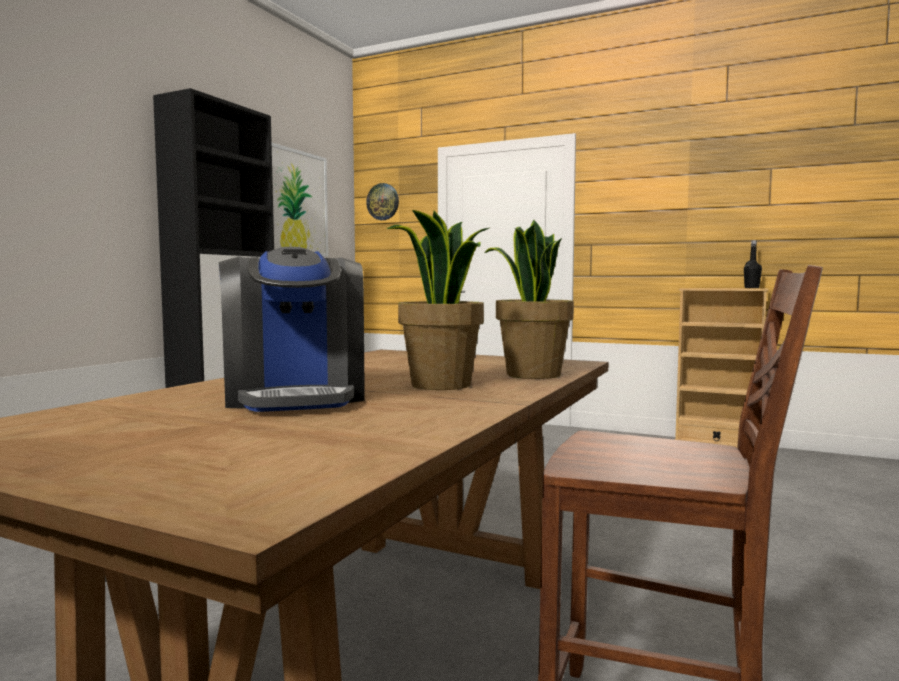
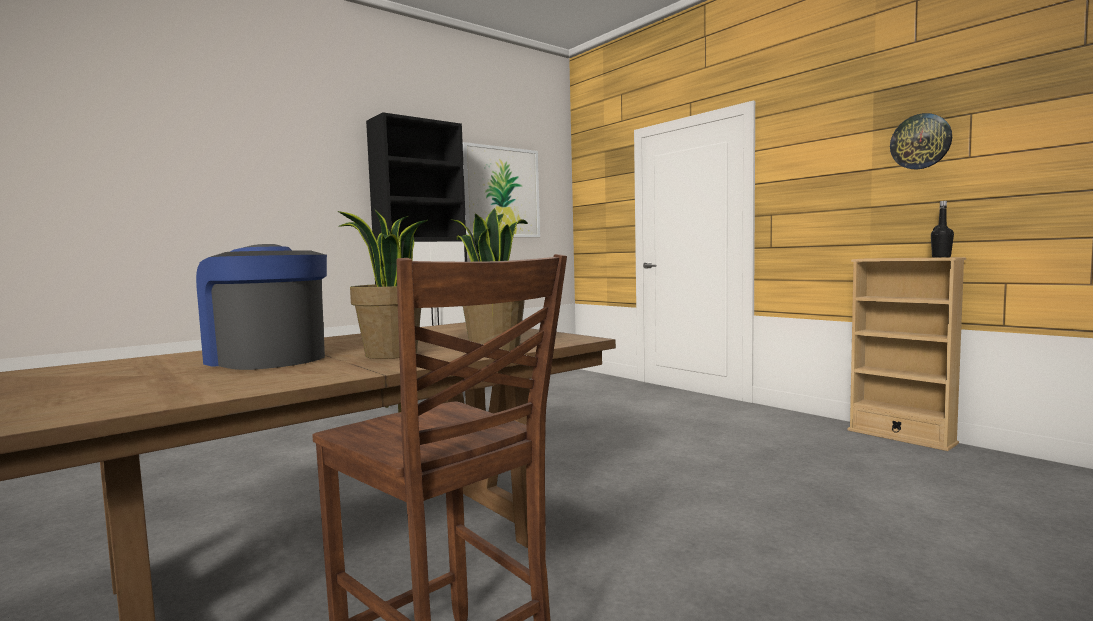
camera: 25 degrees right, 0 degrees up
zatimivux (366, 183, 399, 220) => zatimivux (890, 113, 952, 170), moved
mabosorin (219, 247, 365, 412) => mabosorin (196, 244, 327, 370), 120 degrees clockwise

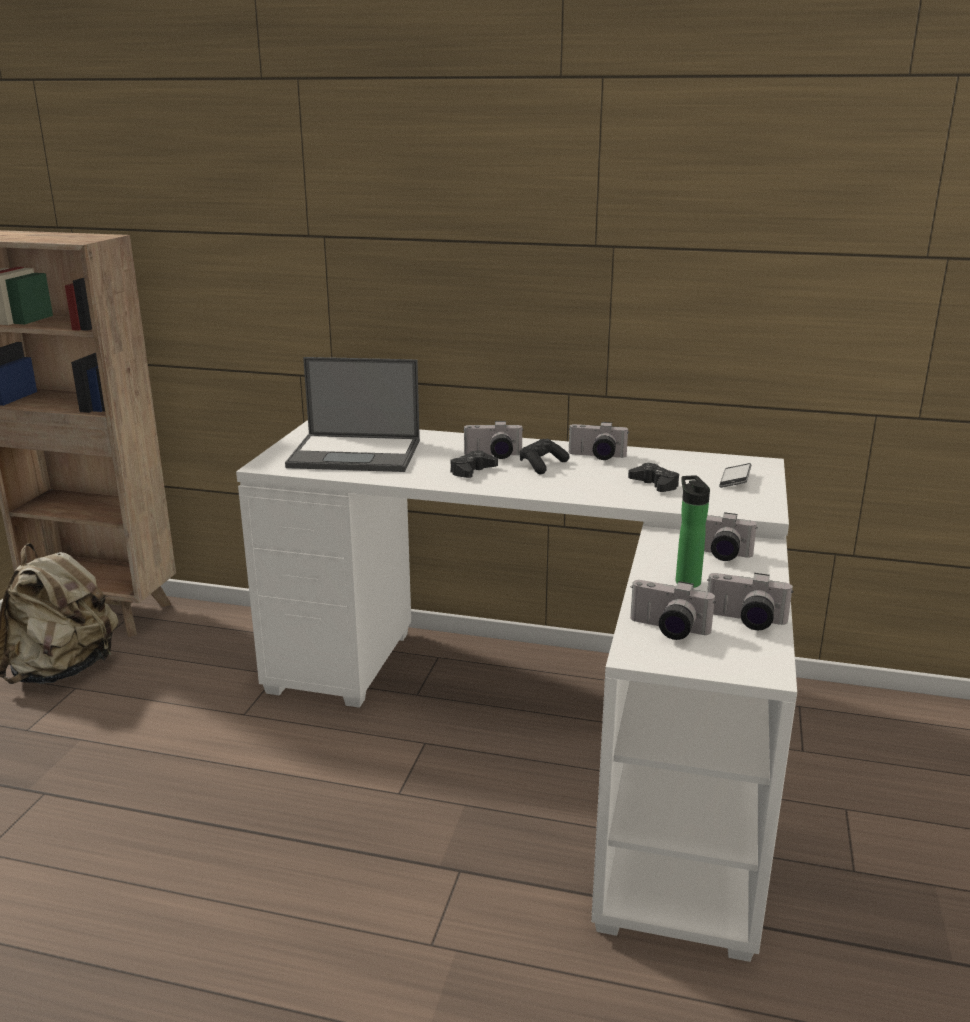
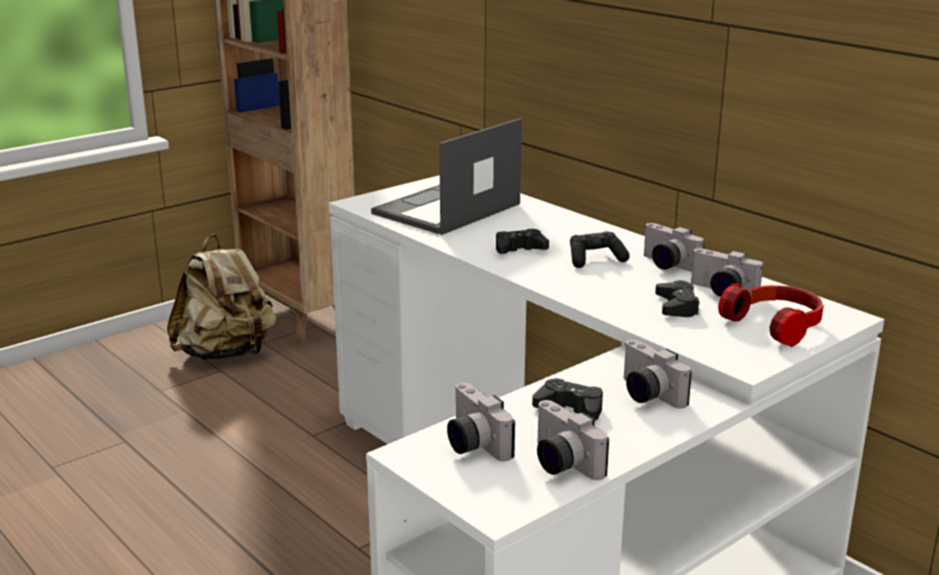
camera: 35 degrees right, 0 degrees up
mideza (285, 357, 420, 472) => mideza (371, 118, 522, 235), 90 degrees clockwise
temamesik (464, 421, 524, 459) => temamesik (691, 248, 763, 297), moved
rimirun (719, 463, 751, 488) => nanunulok (718, 284, 824, 347)
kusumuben (676, 475, 710, 588) => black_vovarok (532, 378, 603, 420)

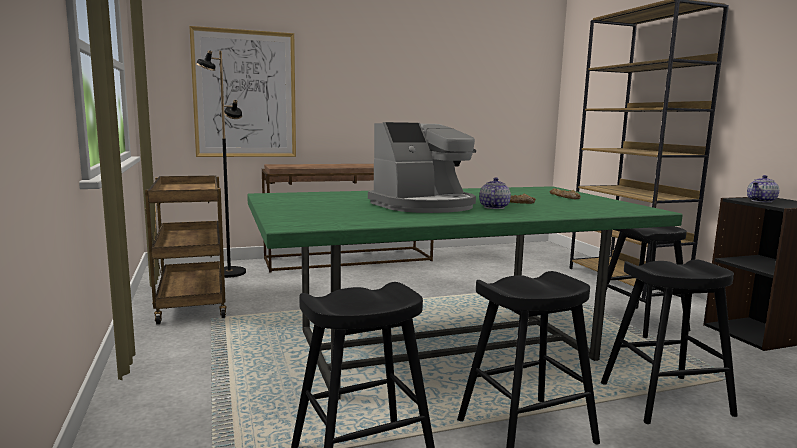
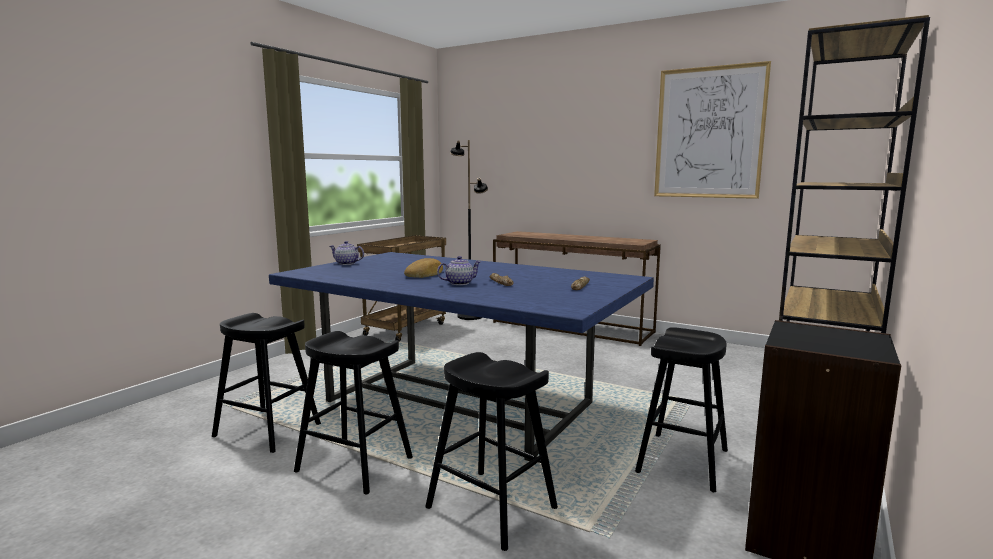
camera: 50 degrees right, 0 degrees up
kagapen (189, 26, 296, 157) => kagapen (654, 61, 771, 199), moved
mabosorin (368, 122, 476, 213) => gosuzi (404, 258, 443, 278)
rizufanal (747, 175, 779, 203) => rizufanal (329, 241, 364, 265), moved
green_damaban (247, 186, 683, 400) => blue_damaban (269, 252, 654, 461)

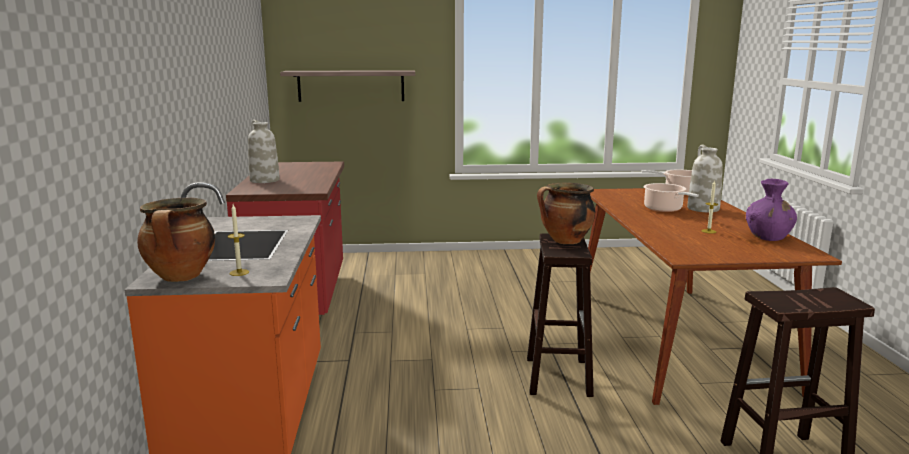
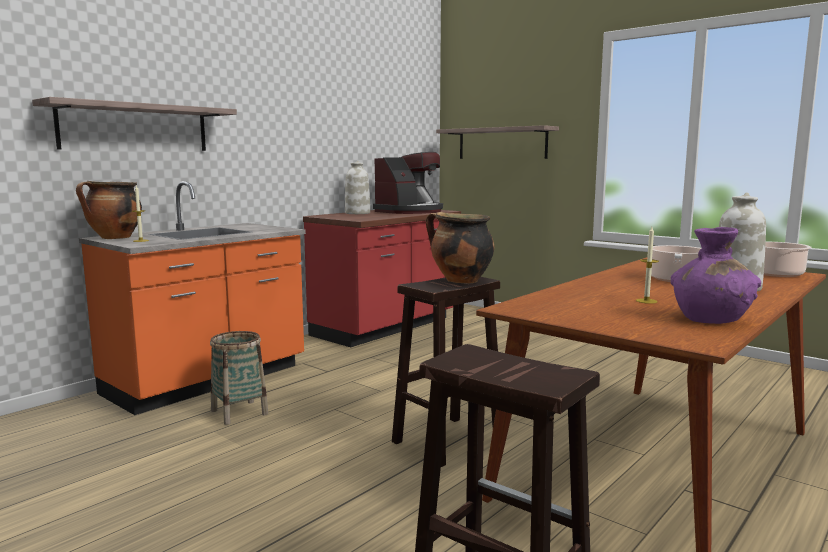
camera: 45 degrees right, 5 degrees down
nothing => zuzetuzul (32, 97, 237, 151)
nothing => mabosorin (373, 152, 443, 214)
nothing => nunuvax (210, 331, 268, 425)

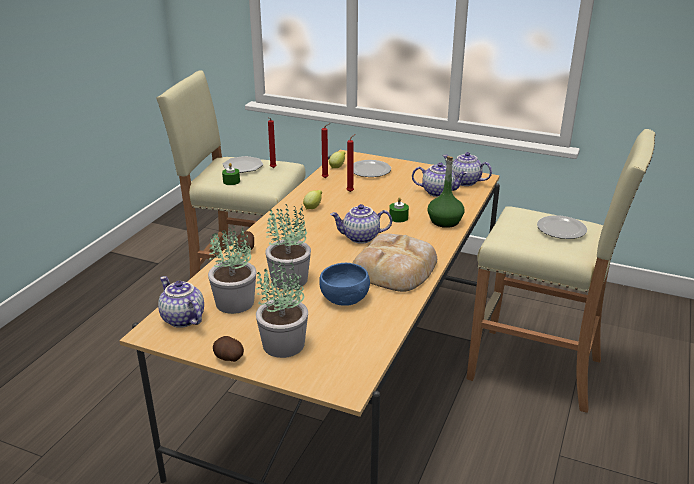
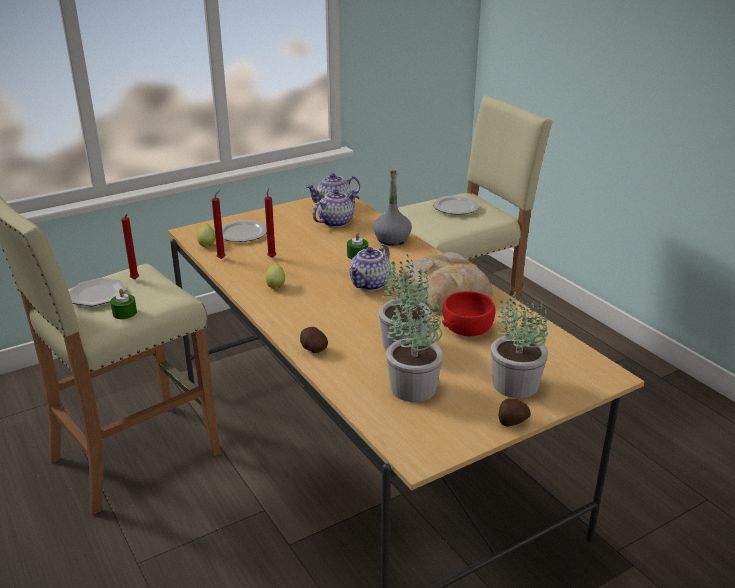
camera: 55 degrees left, 0 degrees up
green_kusumuben (428, 156, 464, 228) => grey_kusumuben (373, 170, 412, 246)
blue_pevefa (319, 263, 370, 306) => red_pevefa (442, 291, 496, 336)
rizufanal (158, 276, 204, 328) => nothing

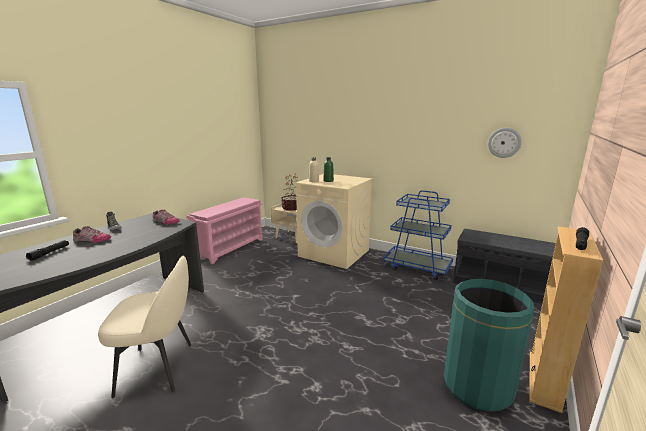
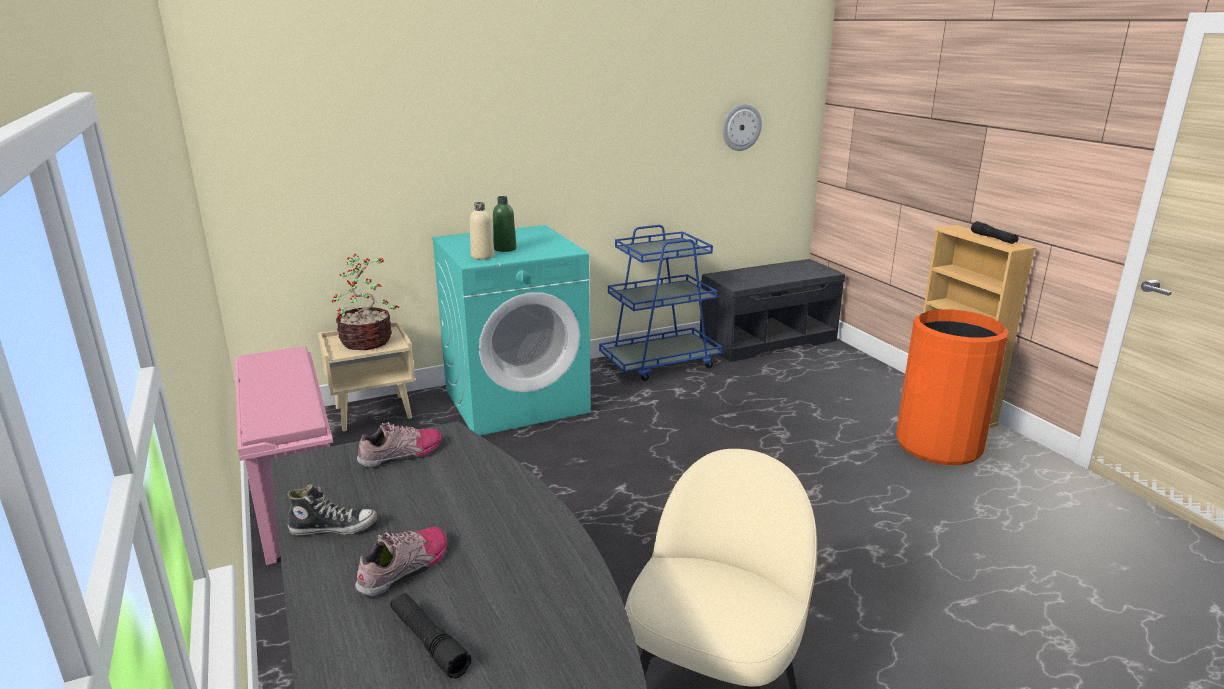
camera: 55 degrees left, 5 degrees up
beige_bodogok (296, 174, 372, 269) => turquoise_bodogok (432, 225, 591, 435)
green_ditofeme (444, 279, 535, 412) => orange_ditofeme (896, 309, 1009, 465)

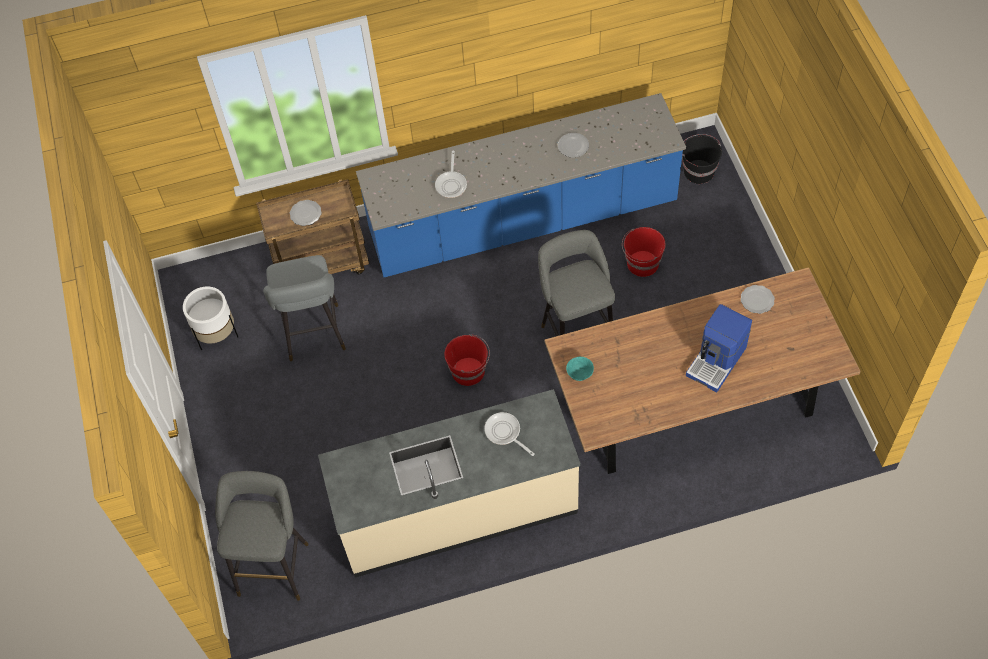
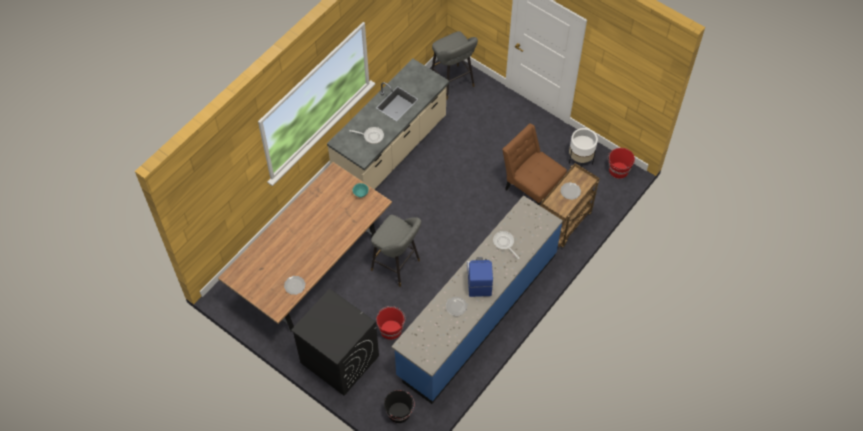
camera: 140 degrees right, 0 degrees up
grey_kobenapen (263, 255, 346, 361) => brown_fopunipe (502, 123, 567, 206)
mabosorin (686, 304, 752, 392) => mabosorin (467, 257, 493, 297), moved
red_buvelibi (444, 334, 490, 386) => red_buvelibi (608, 148, 635, 179), moved
nothing => black_bodogok (291, 289, 379, 396)

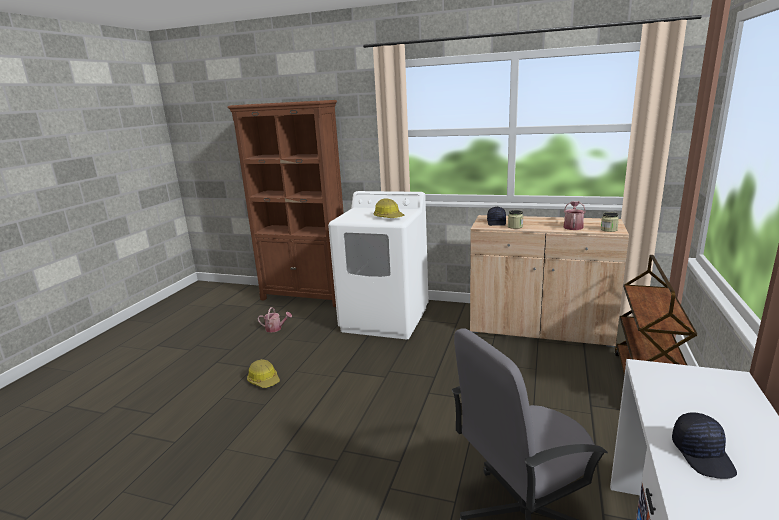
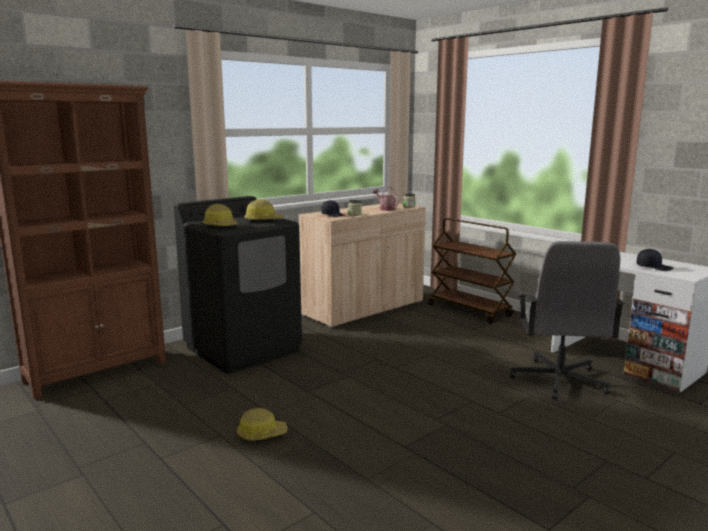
camera: 60 degrees left, 5 degrees down
white_bodogok (328, 191, 429, 339) => black_bodogok (174, 196, 302, 374)
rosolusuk (258, 307, 292, 333) => nothing
nothing => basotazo (203, 204, 238, 226)

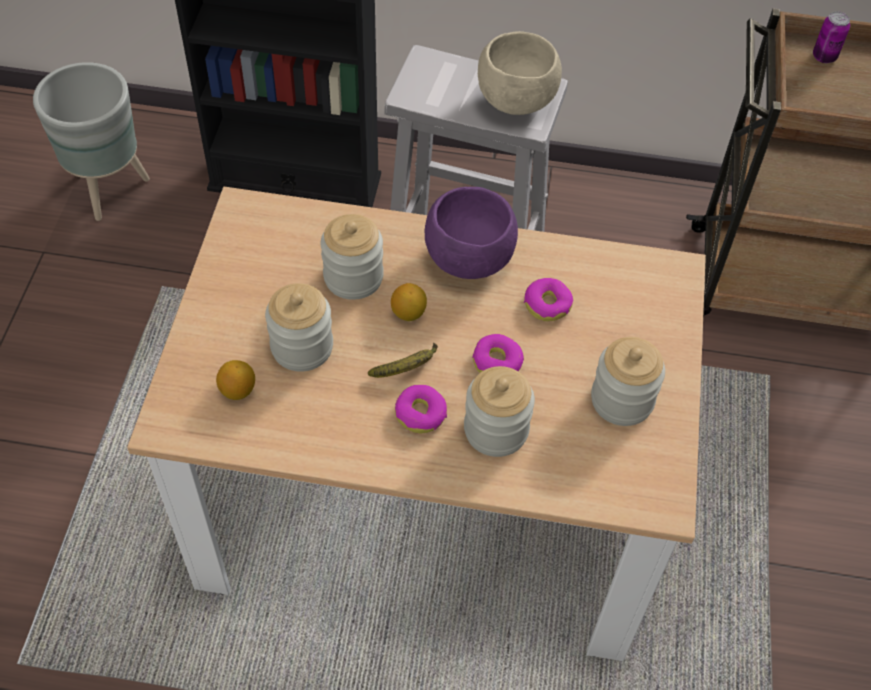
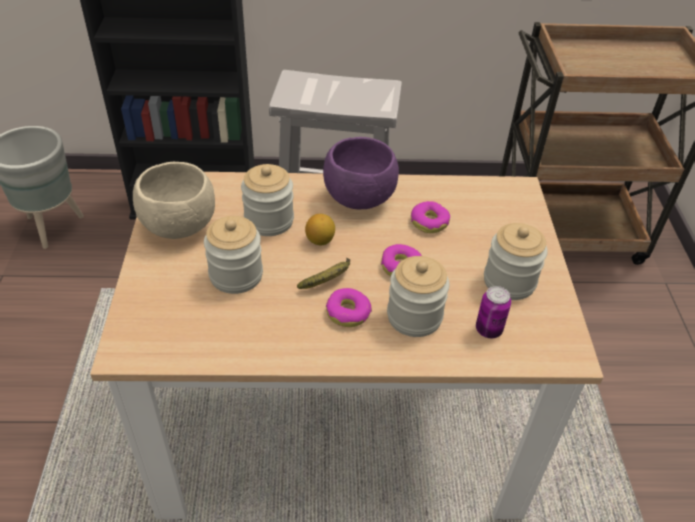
camera: 10 degrees left, 10 degrees down
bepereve (813, 11, 850, 63) => bepereve (476, 286, 511, 338), moved
beige_pevefa (478, 31, 562, 115) => beige_pevefa (133, 162, 215, 239), moved
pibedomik (216, 360, 255, 400) => nothing

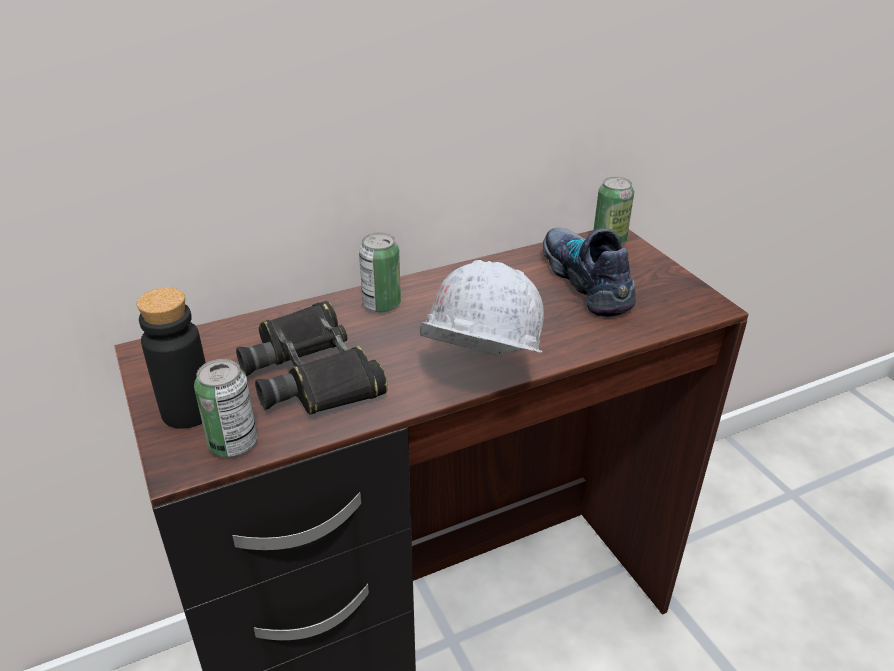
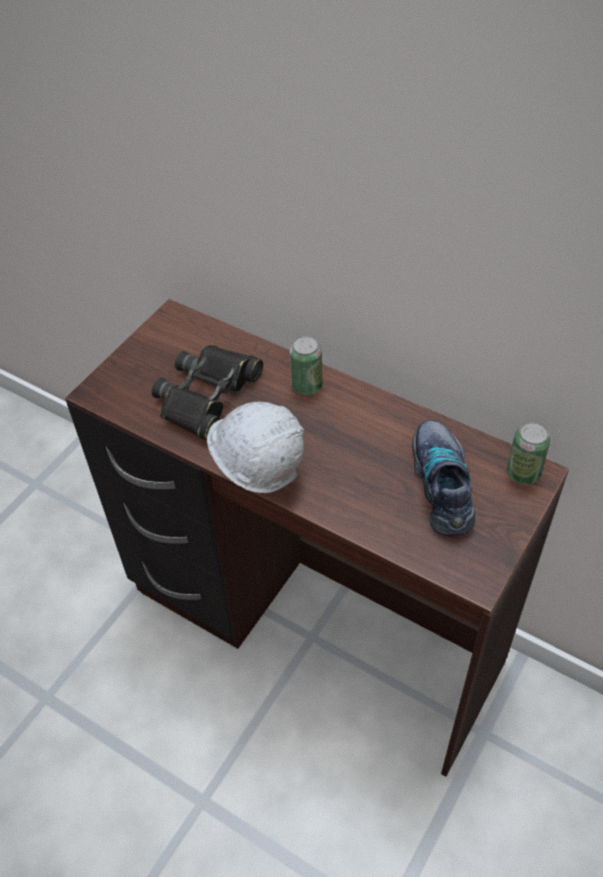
camera: 60 degrees right, 15 degrees up
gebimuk (543, 228, 636, 317) => gebimuk (412, 420, 475, 536), 45 degrees counterclockwise
black_kusumuben (137, 287, 206, 429) => nothing
bepereve (194, 359, 257, 457) => nothing

